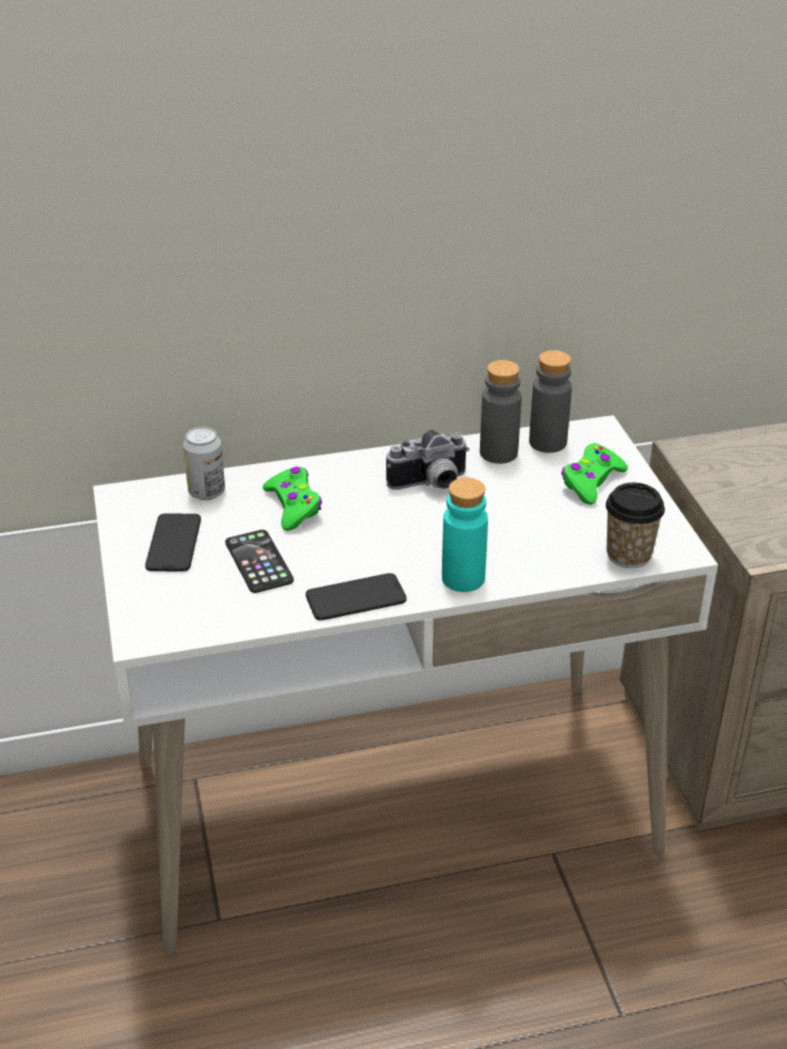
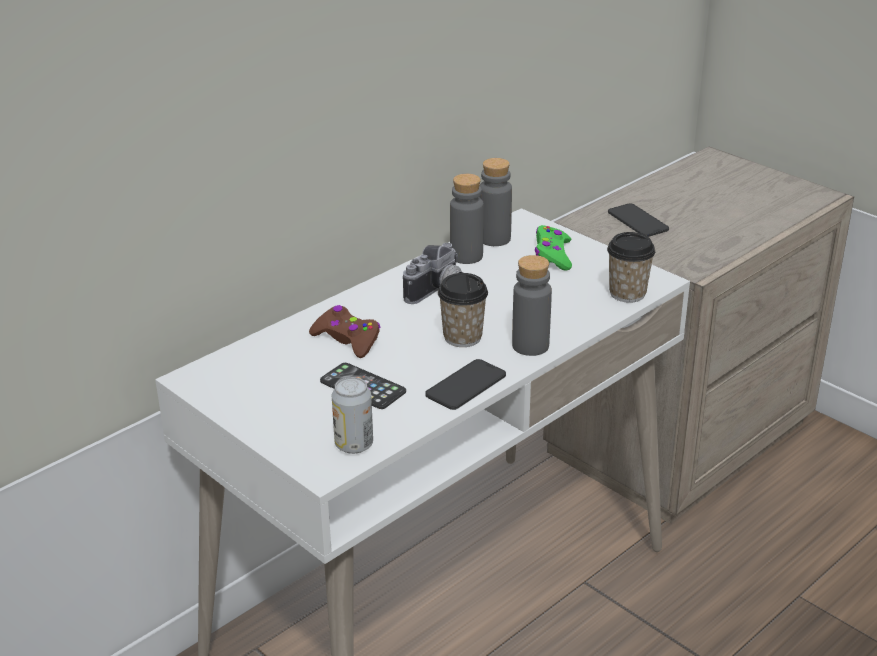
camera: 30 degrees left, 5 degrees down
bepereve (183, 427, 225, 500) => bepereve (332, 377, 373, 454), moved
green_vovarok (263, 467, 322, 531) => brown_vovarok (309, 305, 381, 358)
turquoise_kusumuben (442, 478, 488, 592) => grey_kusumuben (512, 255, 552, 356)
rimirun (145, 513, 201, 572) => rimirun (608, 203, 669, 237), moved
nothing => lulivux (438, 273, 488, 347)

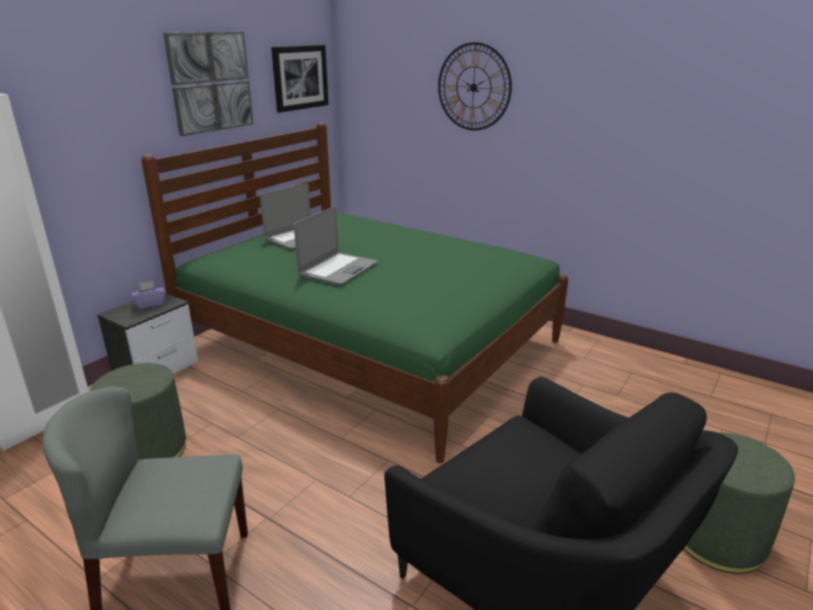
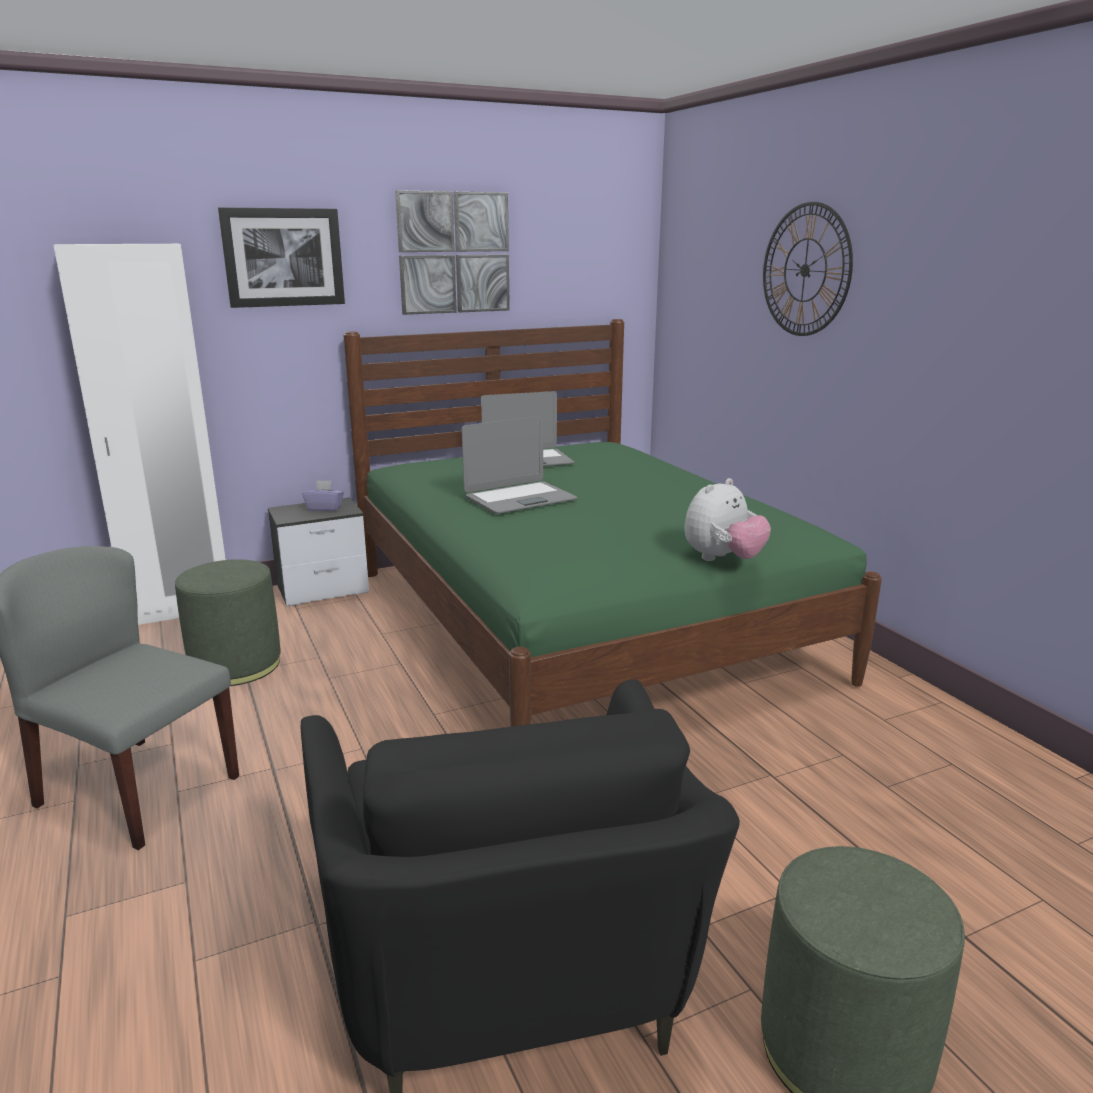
camera: 30 degrees right, 5 degrees down
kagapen (271, 45, 329, 113) => kagapen (218, 207, 345, 308), moved
nothing => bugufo (684, 478, 771, 561)

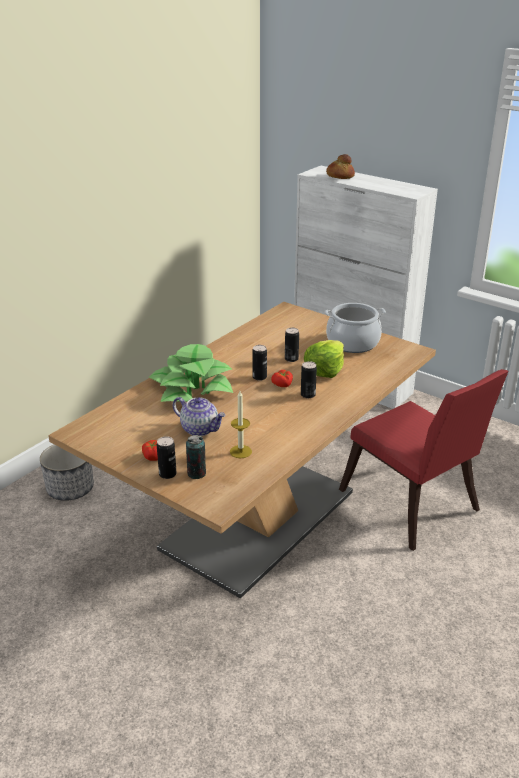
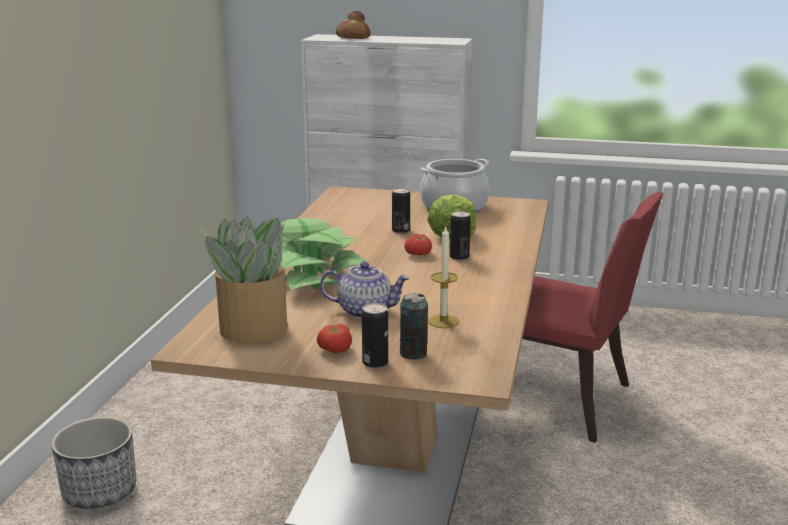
camera: 25 degrees left, 10 degrees down
bepereve (252, 345, 267, 381) => nothing
nothing => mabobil (199, 216, 287, 343)

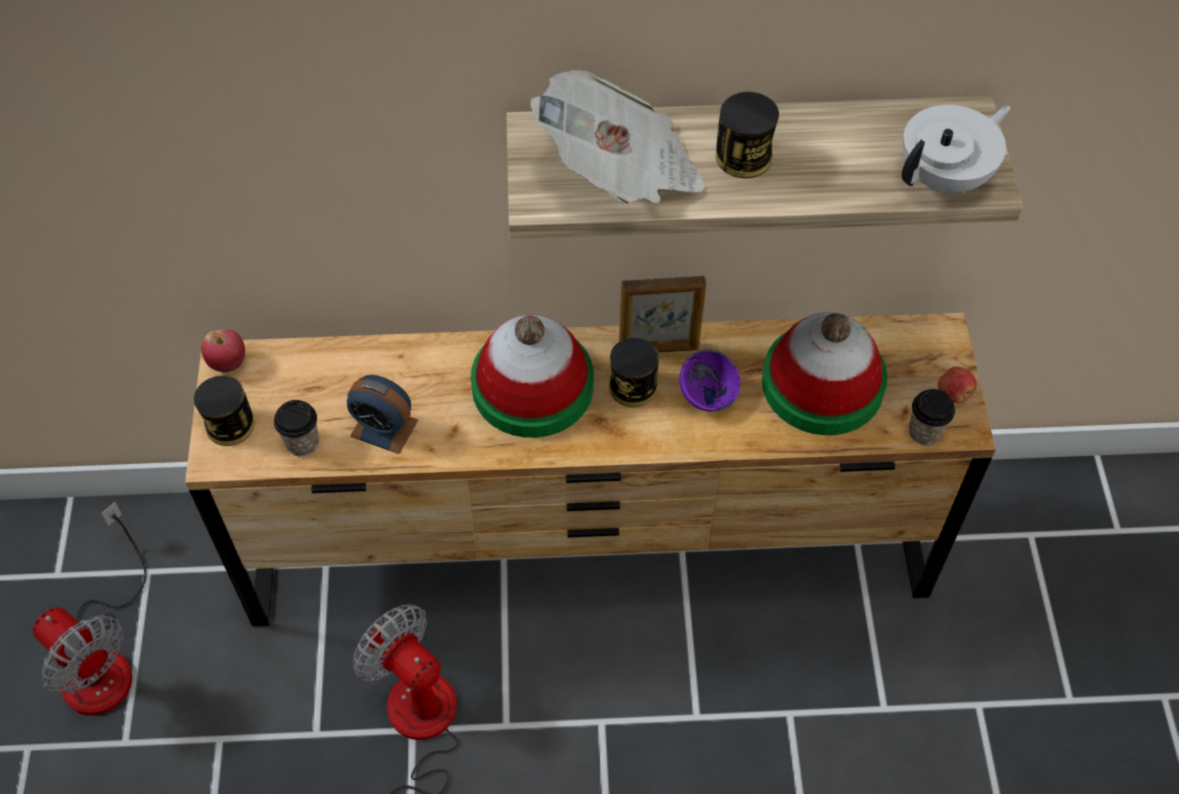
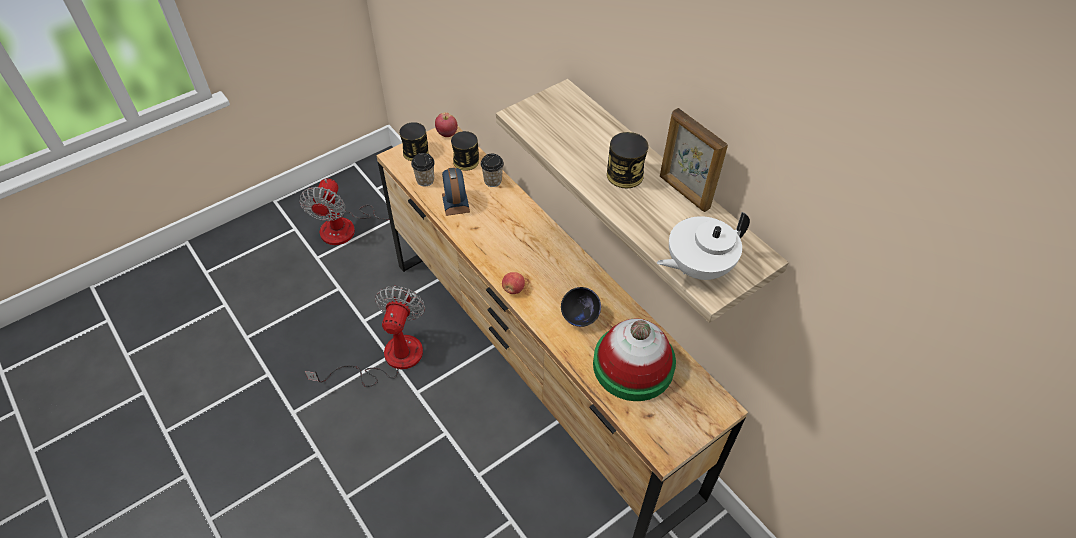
camera: 55 degrees right, 5 degrees down
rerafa (530, 70, 706, 203) => nothing
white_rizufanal (902, 105, 1011, 195) => white_rizufanal (657, 212, 750, 280), 135 degrees clockwise
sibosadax (619, 276, 706, 353) => sibosadax (660, 108, 728, 212), moved
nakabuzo (471, 315, 594, 438) => nothing
bepereve (609, 338, 659, 407) => bepereve (451, 131, 479, 171), moved
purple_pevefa (679, 349, 741, 411) => black_pevefa (561, 287, 601, 327)
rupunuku (938, 366, 977, 403) => rupunuku (502, 272, 525, 294), moved
lulivux (909, 389, 955, 446) => lulivux (481, 154, 504, 187), moved

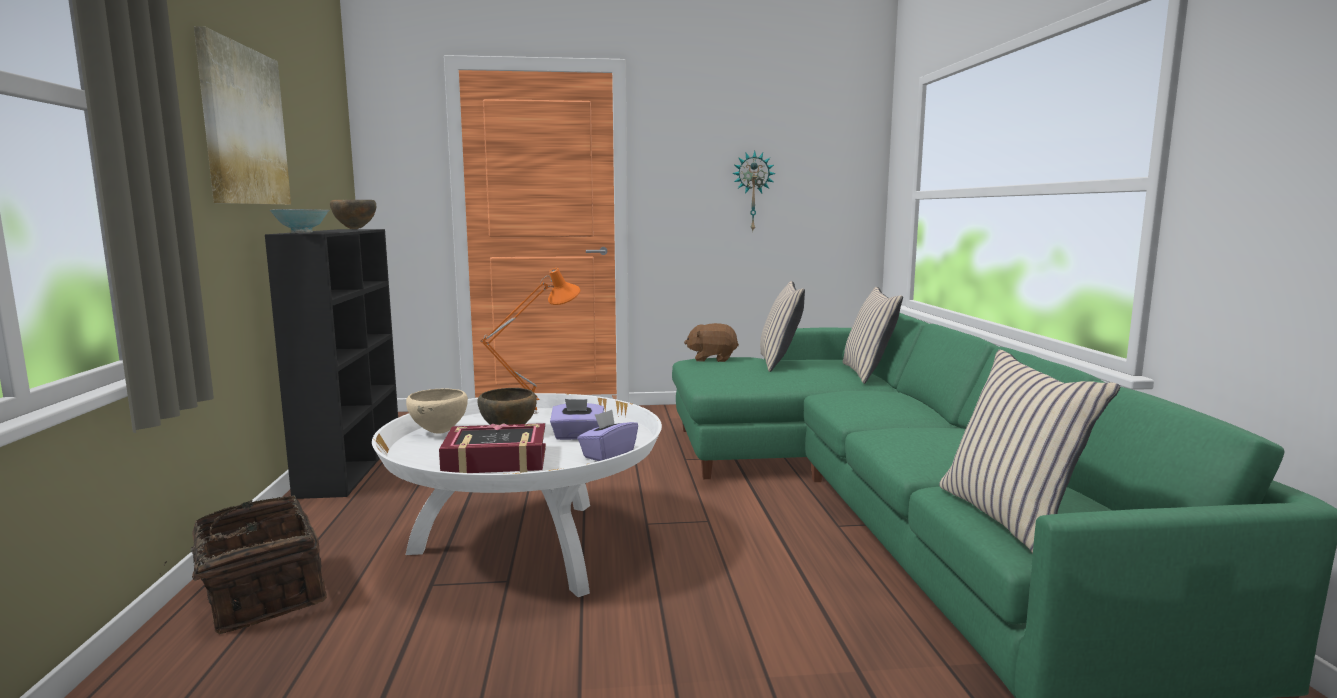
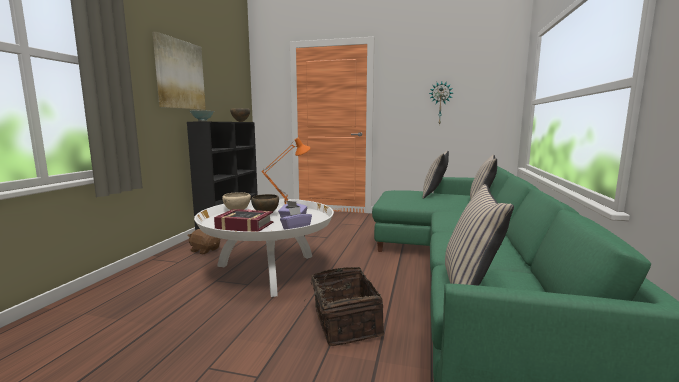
camera: 20 degrees right, 0 degrees up
brown_bugufo (684, 323, 739, 362) => brown_bugufo (187, 229, 220, 255), moved
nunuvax (160, 495, 327, 634) => nunuvax (305, 267, 384, 346), moved

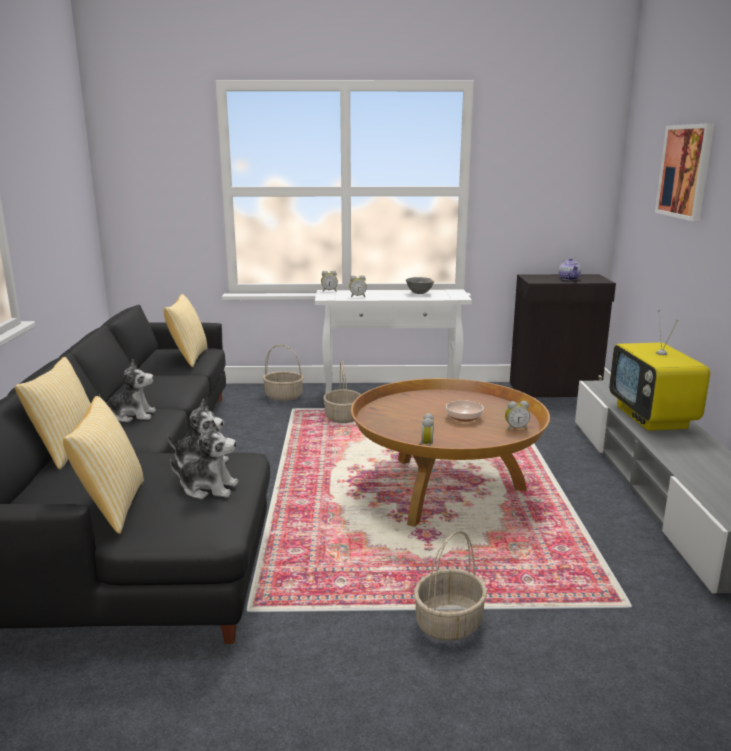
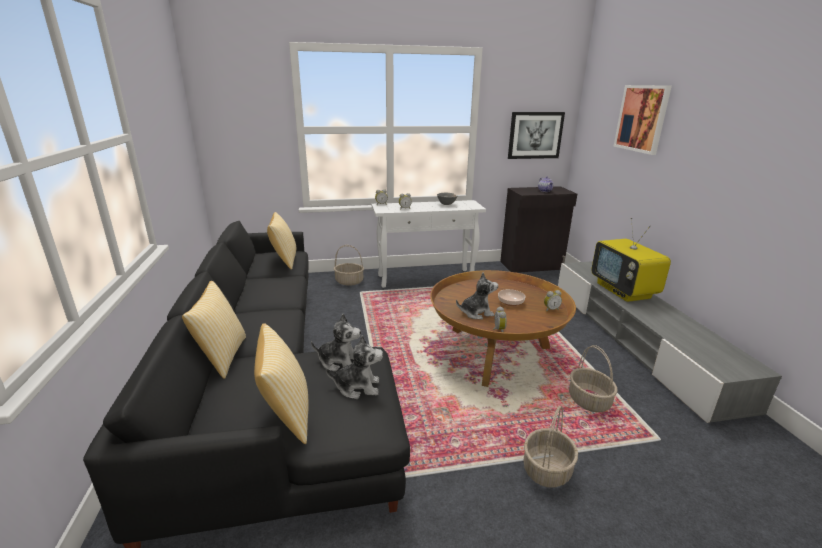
camera: 10 degrees left, 5 degrees up
bugufo (99, 359, 156, 422) => bugufo (456, 273, 498, 320), moved
nunuvax (323, 361, 361, 423) => nunuvax (569, 345, 617, 412), moved
nothing => kagapen (508, 112, 565, 159)

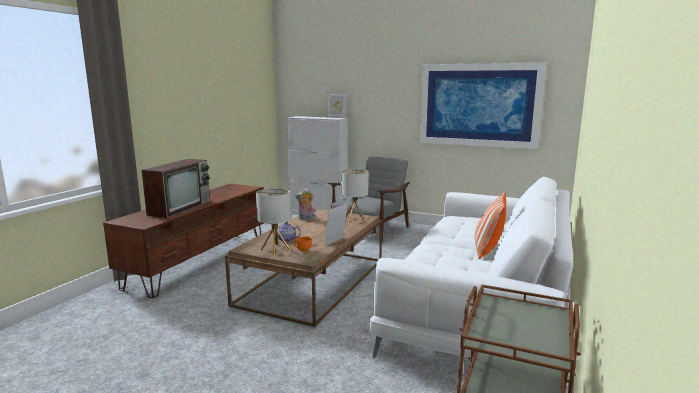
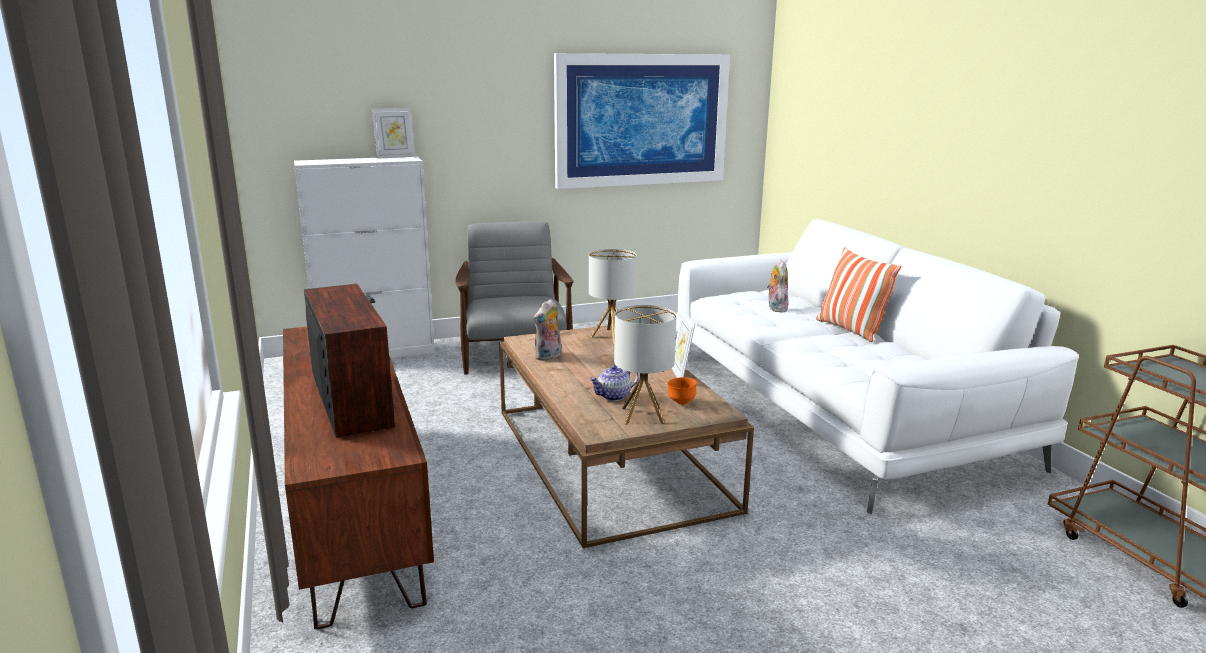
camera: 45 degrees left, 5 degrees up
nothing => bugufo (767, 259, 789, 312)

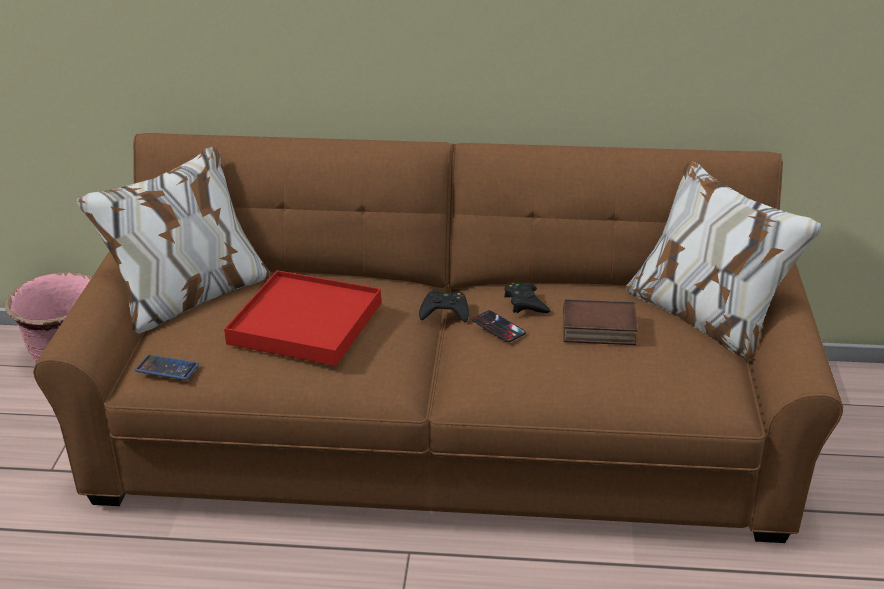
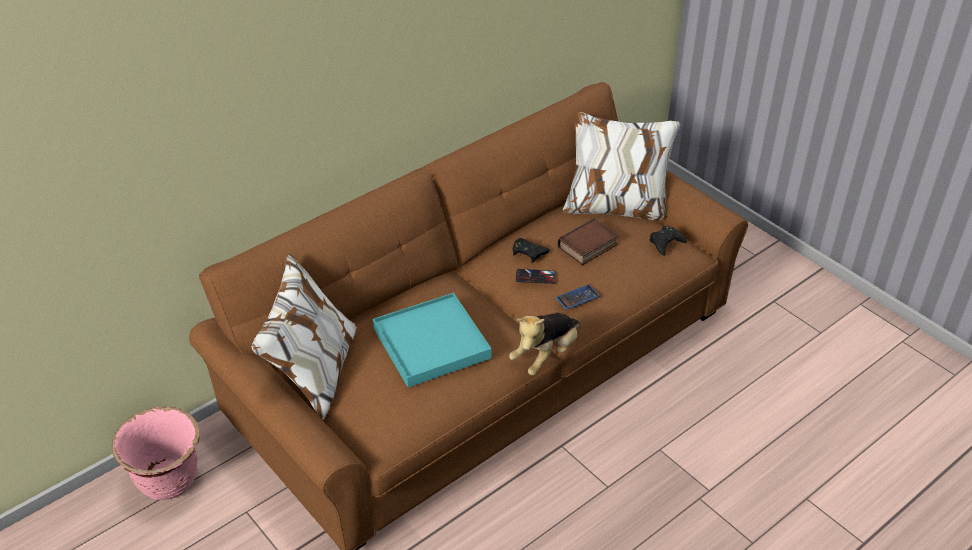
camera: 45 degrees left, 10 degrees up
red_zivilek (224, 270, 381, 366) => turquoise_zivilek (373, 293, 492, 387)
black_vovarok (419, 290, 469, 322) => black_vovarok (649, 225, 687, 256), moved
rimirun (135, 355, 199, 380) => rimirun (556, 284, 599, 310), moved
nothing => bugufo (509, 313, 580, 376)

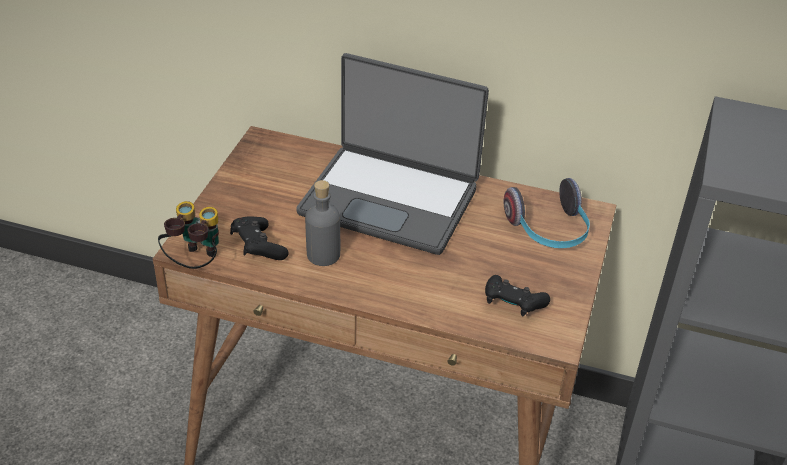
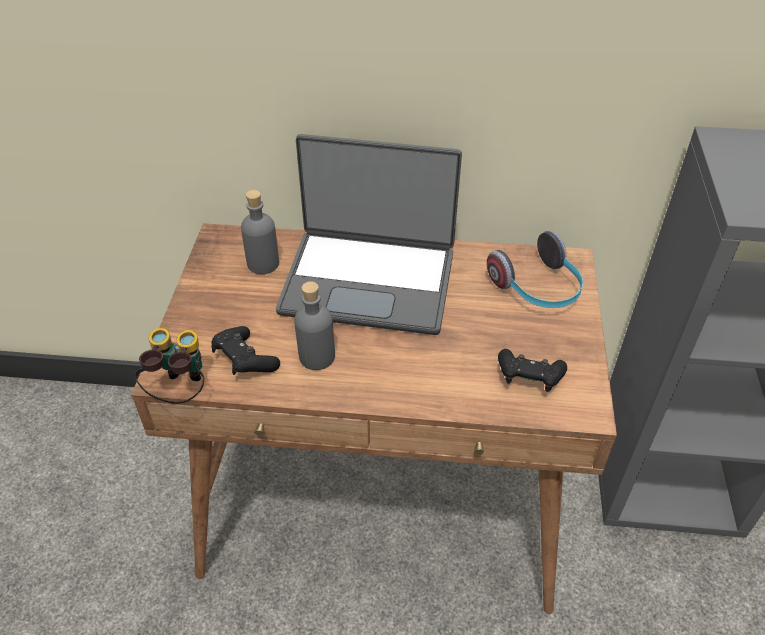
camera: 10 degrees left, 5 degrees up
nothing => grey_kusumuben (241, 190, 279, 274)

